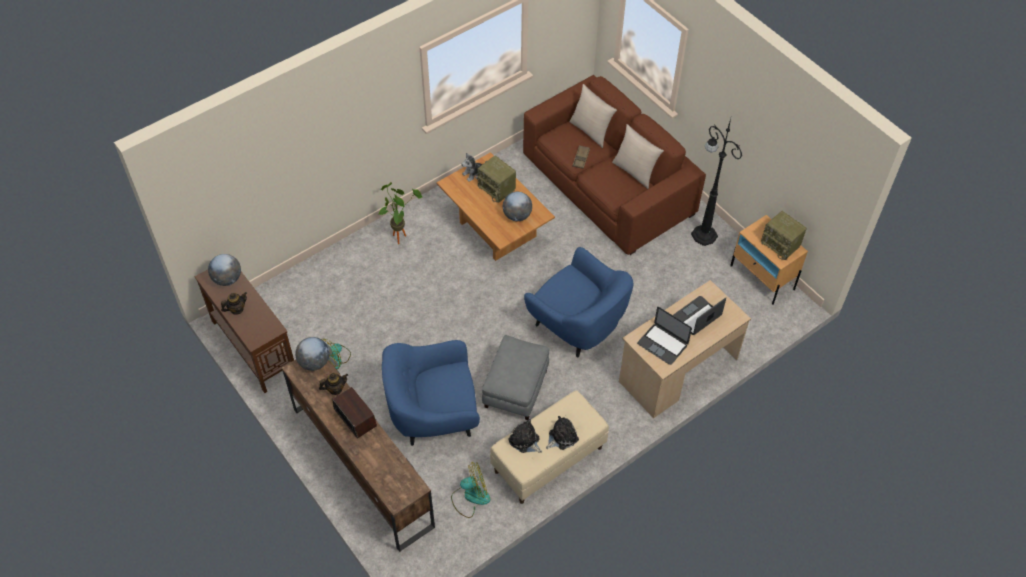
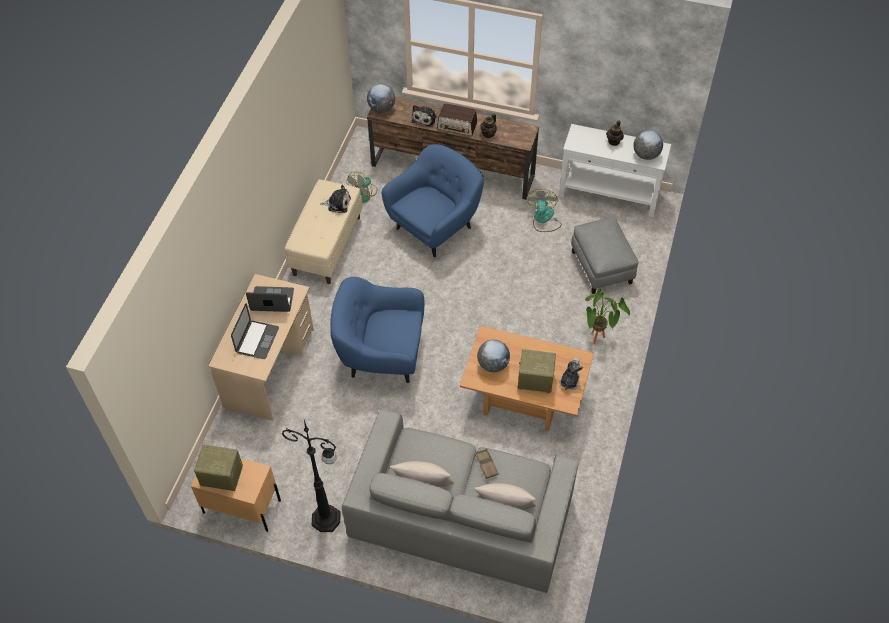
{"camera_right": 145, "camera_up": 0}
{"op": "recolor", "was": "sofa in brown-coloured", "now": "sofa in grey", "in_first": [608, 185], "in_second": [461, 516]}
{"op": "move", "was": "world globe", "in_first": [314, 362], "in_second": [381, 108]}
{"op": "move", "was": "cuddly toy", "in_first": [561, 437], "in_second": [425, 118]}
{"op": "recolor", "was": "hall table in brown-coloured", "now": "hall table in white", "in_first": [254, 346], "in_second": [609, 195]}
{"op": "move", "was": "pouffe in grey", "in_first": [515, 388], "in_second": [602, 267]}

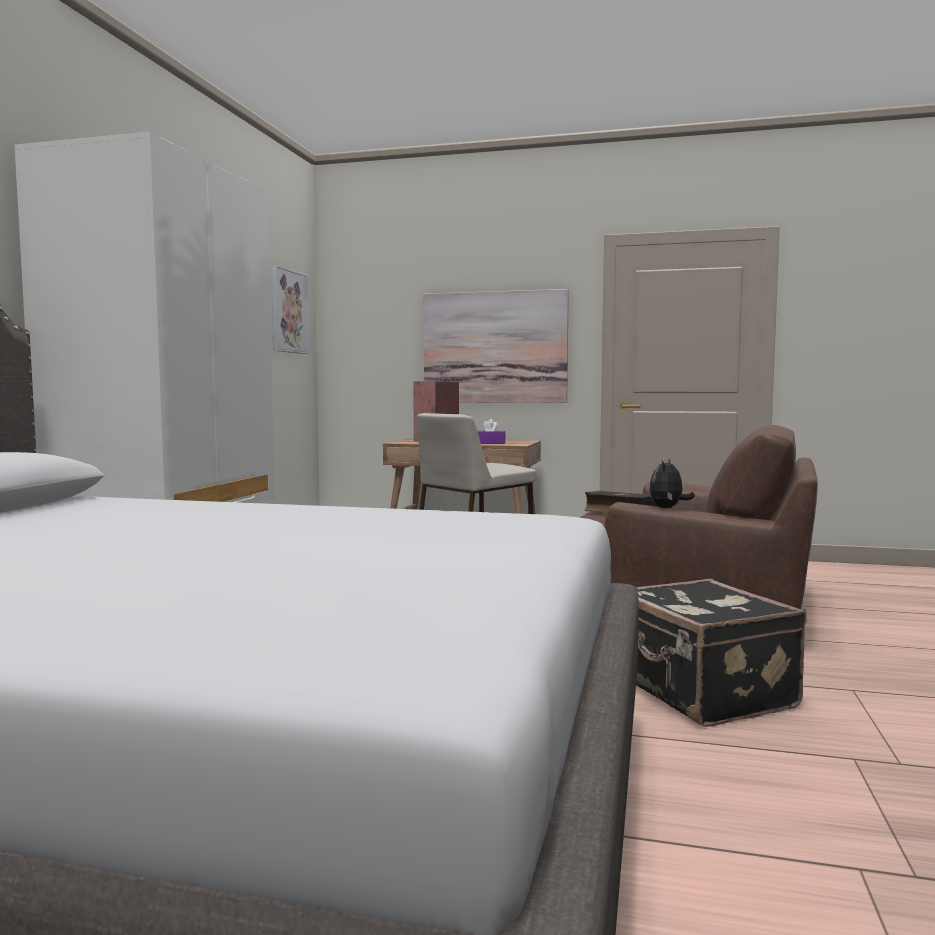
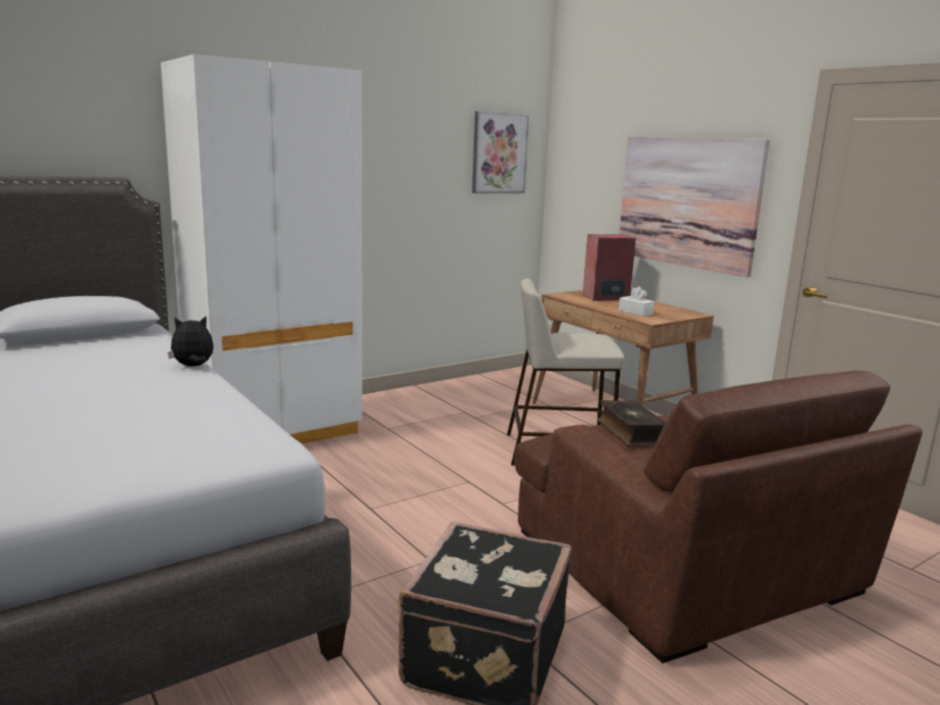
{"camera_right": 40, "camera_up": 10}
{"op": "move", "was": "cuddly toy", "in_first": [668, 508], "in_second": [193, 366]}
{"op": "recolor", "was": "tissue holder in purple", "now": "tissue holder in white", "in_first": [490, 443], "in_second": [635, 312]}

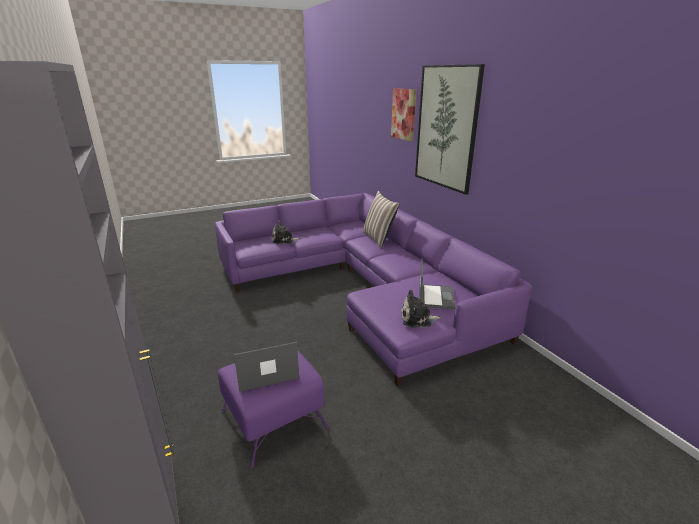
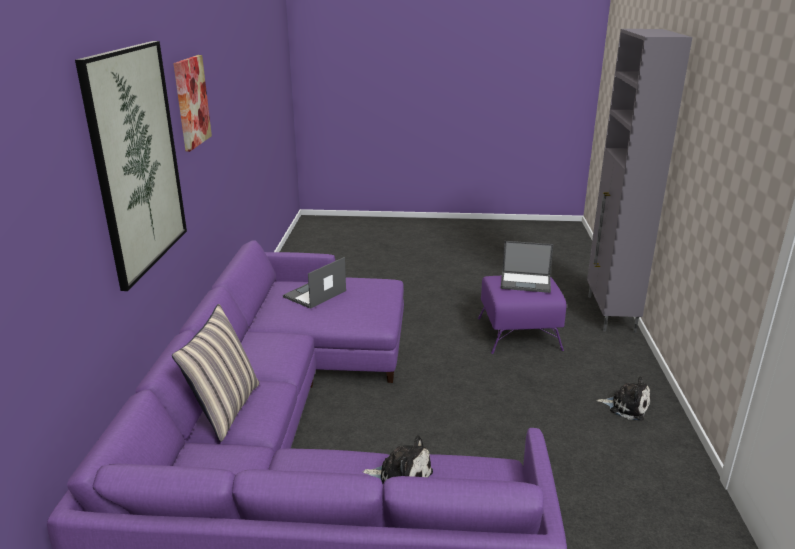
{"camera_right": -150, "camera_up": 0}
{"op": "move", "was": "wall art", "in_first": [404, 114], "in_second": [191, 102]}
{"op": "move", "was": "cuddly toy", "in_first": [417, 319], "in_second": [626, 406]}

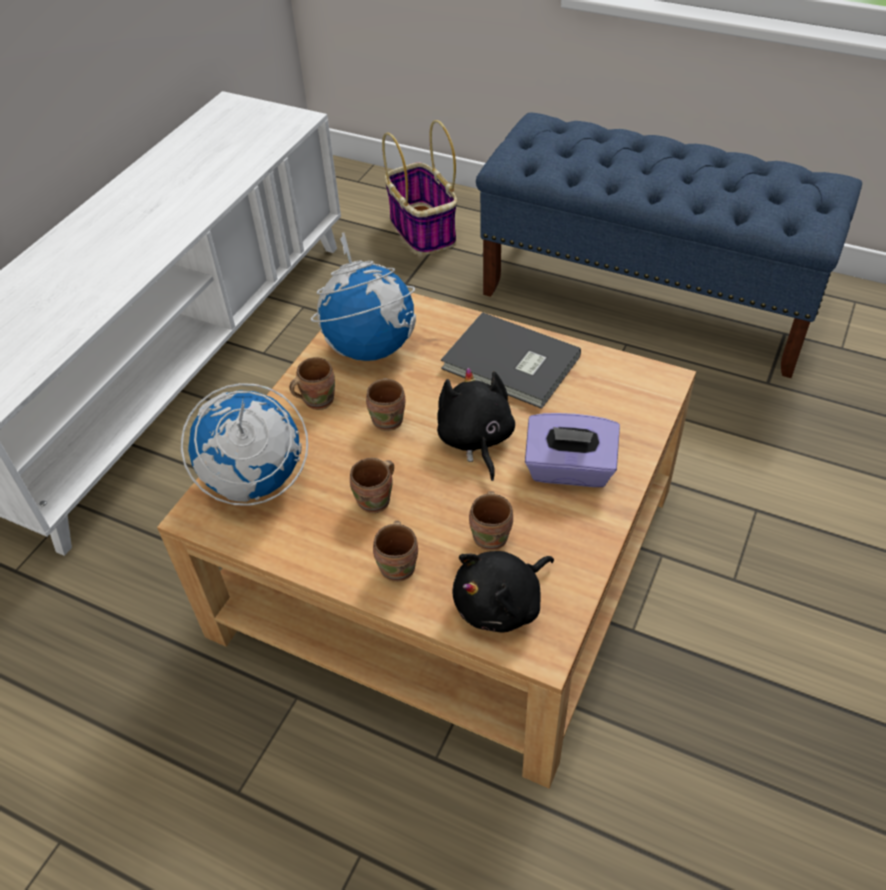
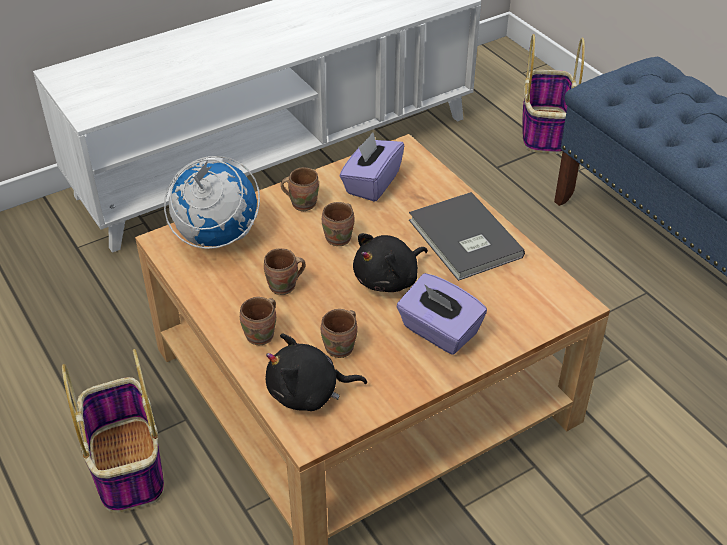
{"camera_right": 30, "camera_up": -5}
{"op": "insert", "now": "basket", "in_second": [126, 464]}
{"op": "replace", "was": "world globe", "now": "tissue holder in purple", "in_first": [370, 347], "in_second": [371, 183]}
{"op": "rotate", "was": "cuddly toy in blackish", "in_first": [475, 440], "in_second": [389, 279], "clockwise": -150}

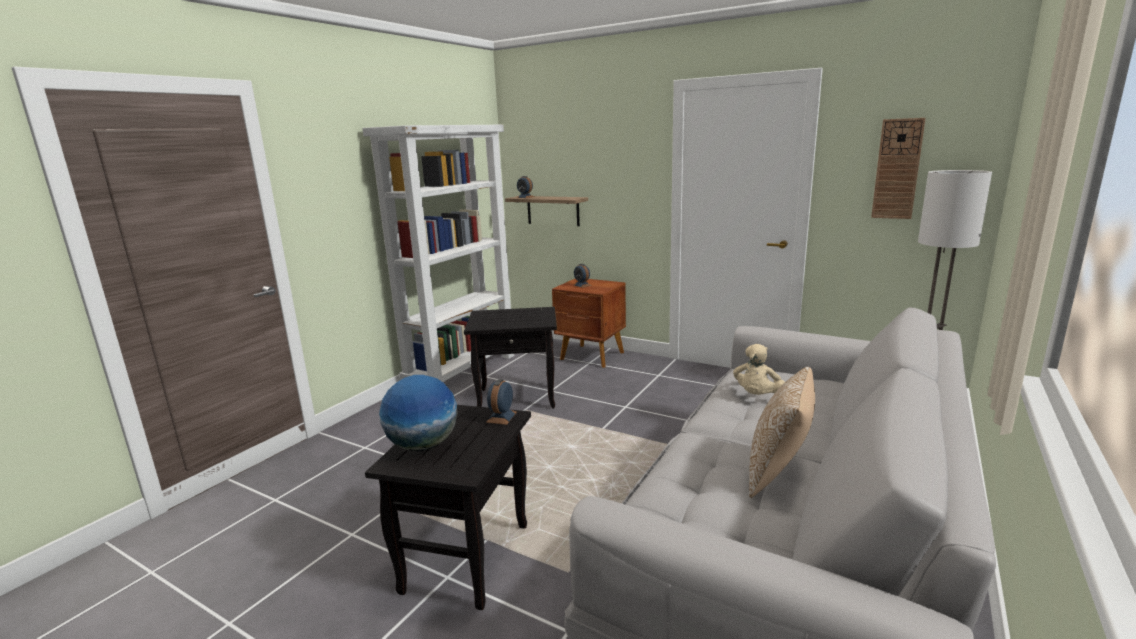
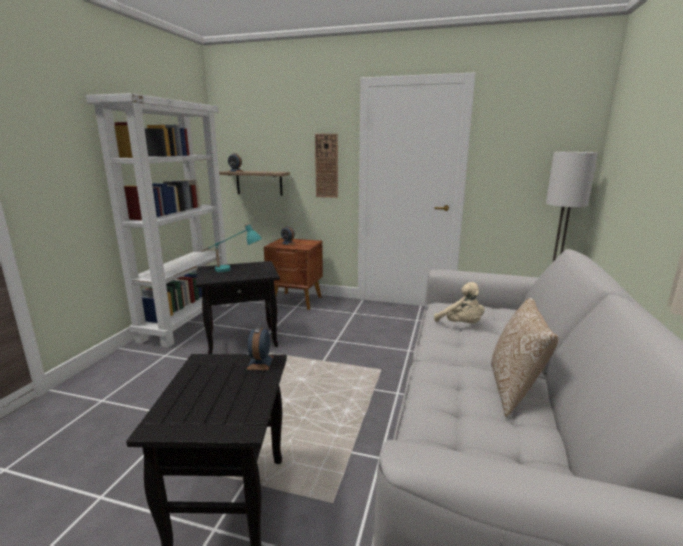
{"camera_right": -15, "camera_up": 0}
{"op": "insert", "now": "table lamp in blue-green", "in_second": [232, 271]}
{"op": "move", "was": "hanging clock", "in_first": [897, 169], "in_second": [326, 166]}
{"op": "rotate", "was": "cuddly toy in beige-coloured", "in_first": [757, 396], "in_second": [461, 325], "clockwise": -45}
{"op": "delete", "was": "world globe", "in_first": [423, 445]}

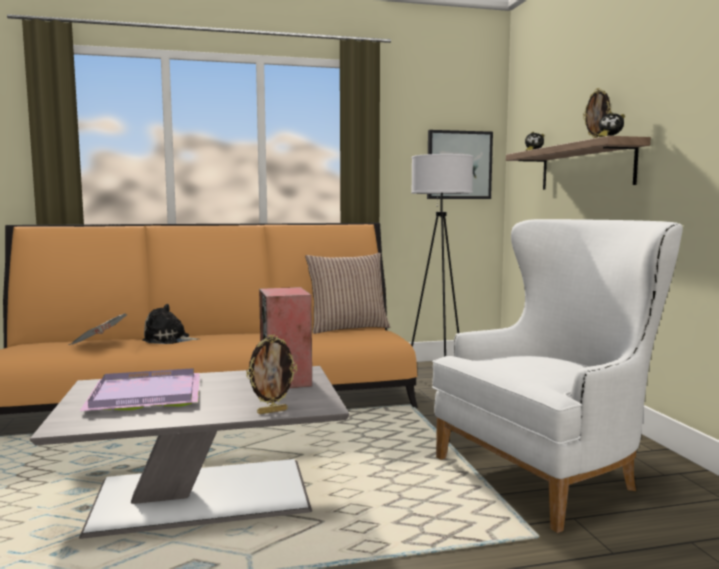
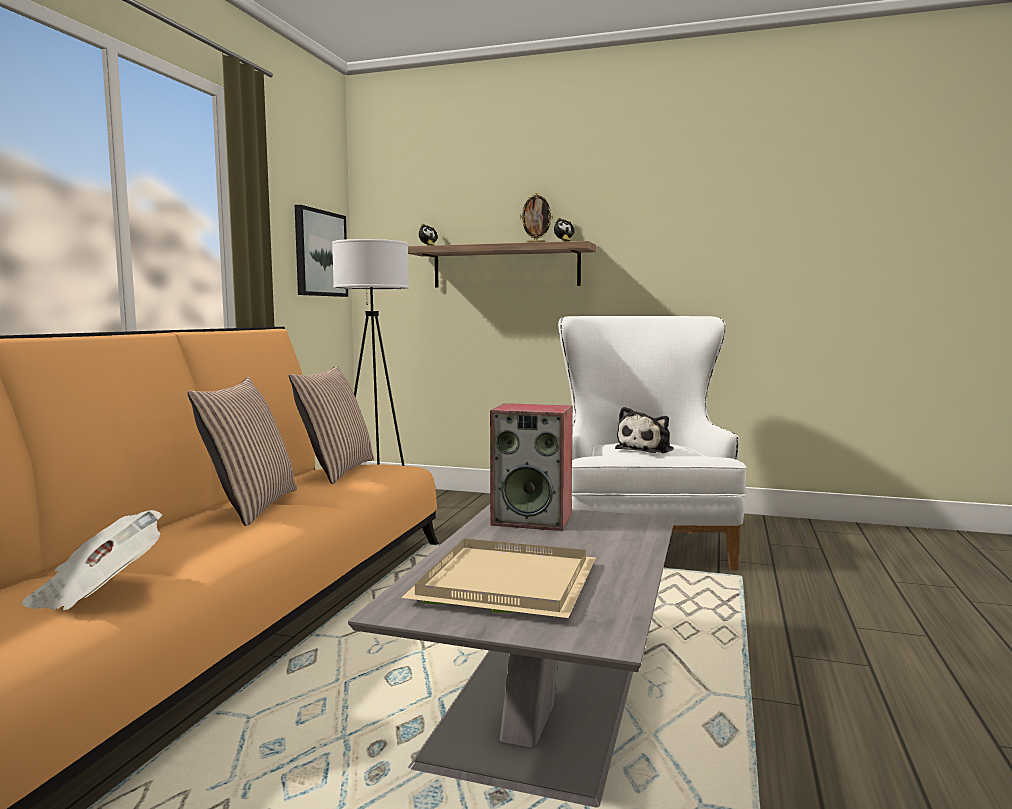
{"camera_right": -60, "camera_up": 0}
{"op": "insert", "now": "pillow", "in_second": [250, 506]}
{"op": "recolor", "was": "tray in purple", "now": "tray in beige-coloured", "in_first": [148, 395], "in_second": [509, 582]}
{"op": "move", "was": "cuddly toy", "in_first": [169, 340], "in_second": [646, 449]}
{"op": "delete", "was": "picture frame", "in_first": [272, 411]}

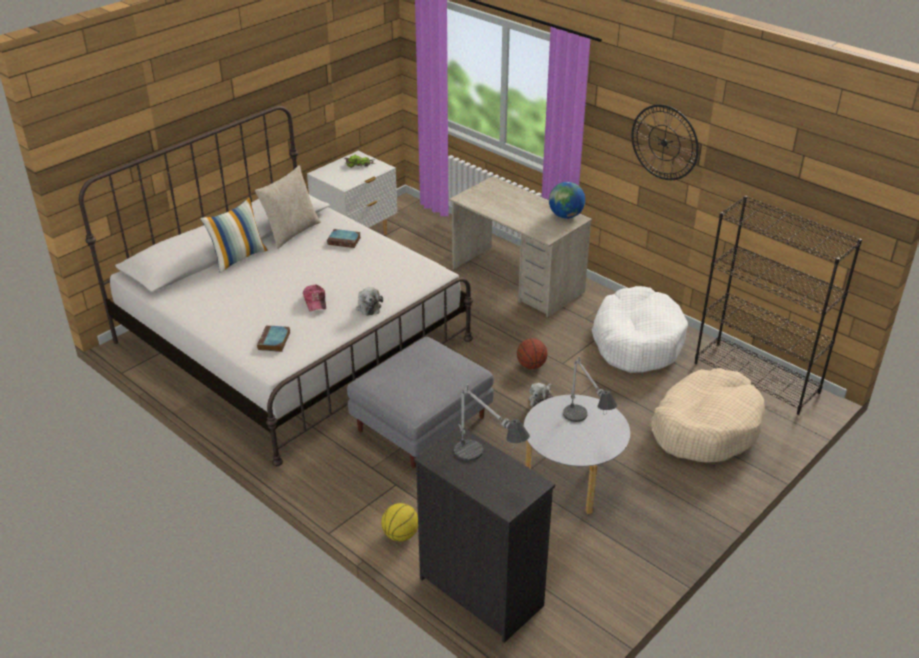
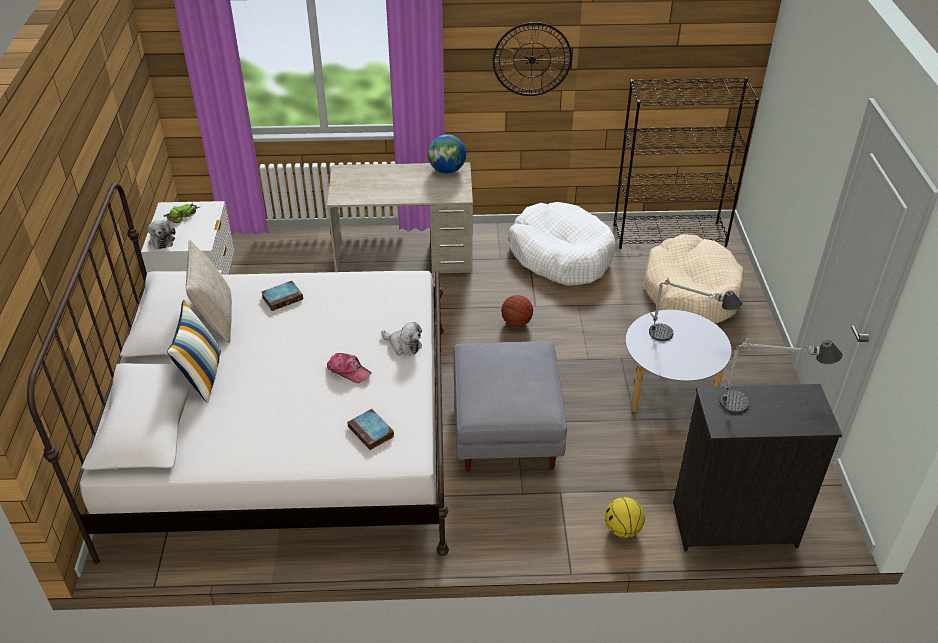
{"camera_right": -45, "camera_up": 5}
{"op": "move", "was": "cuddly toy", "in_first": [541, 401], "in_second": [162, 239]}

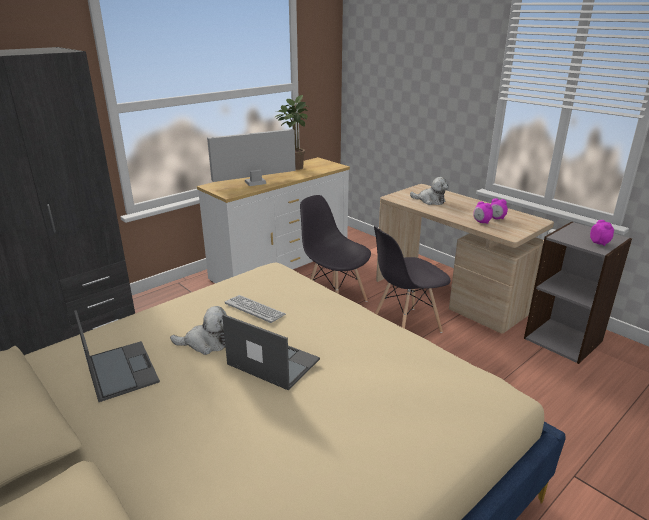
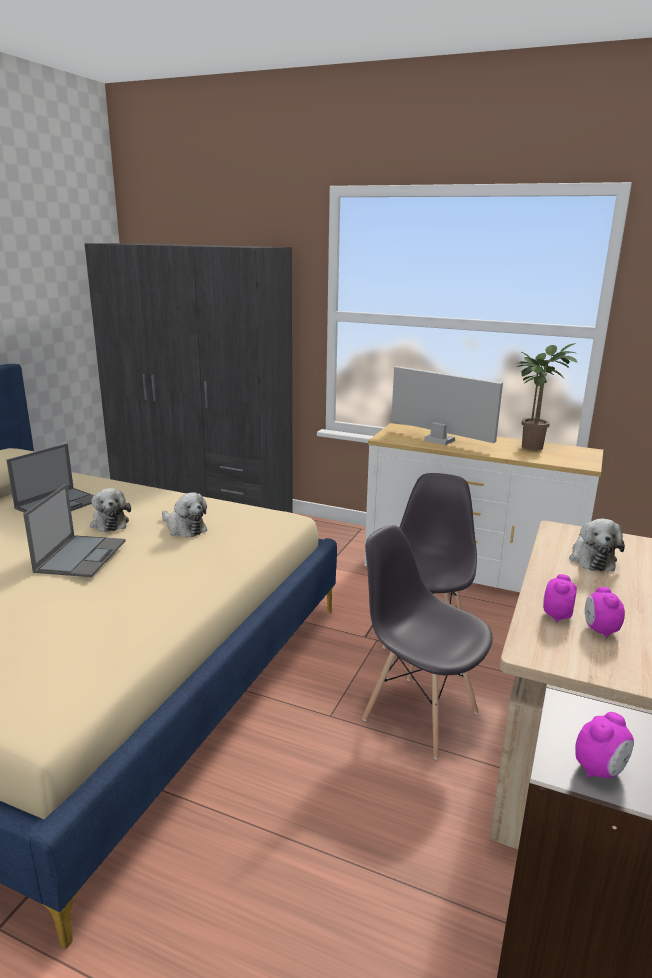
{"camera_right": 65, "camera_up": -5}
{"op": "replace", "was": "keyboard", "now": "cuddly toy", "in_first": [255, 309], "in_second": [184, 528]}

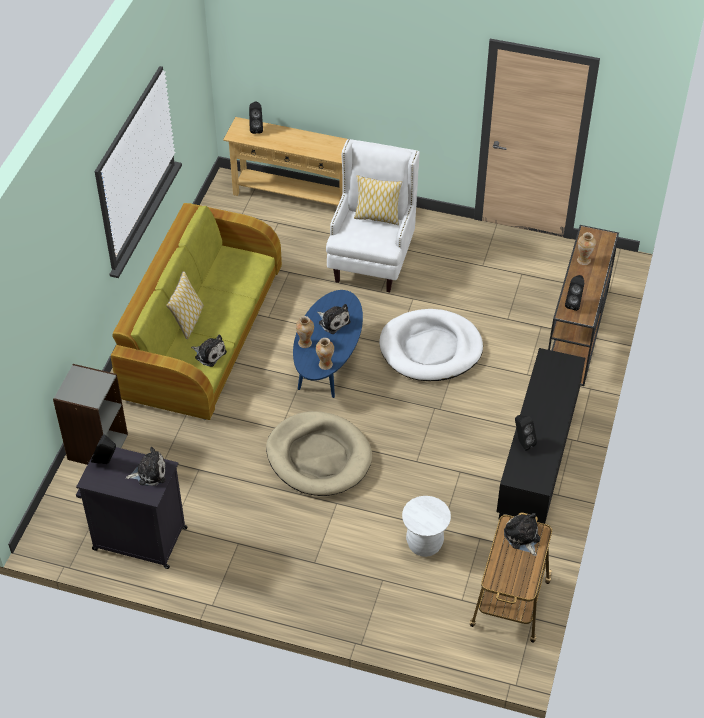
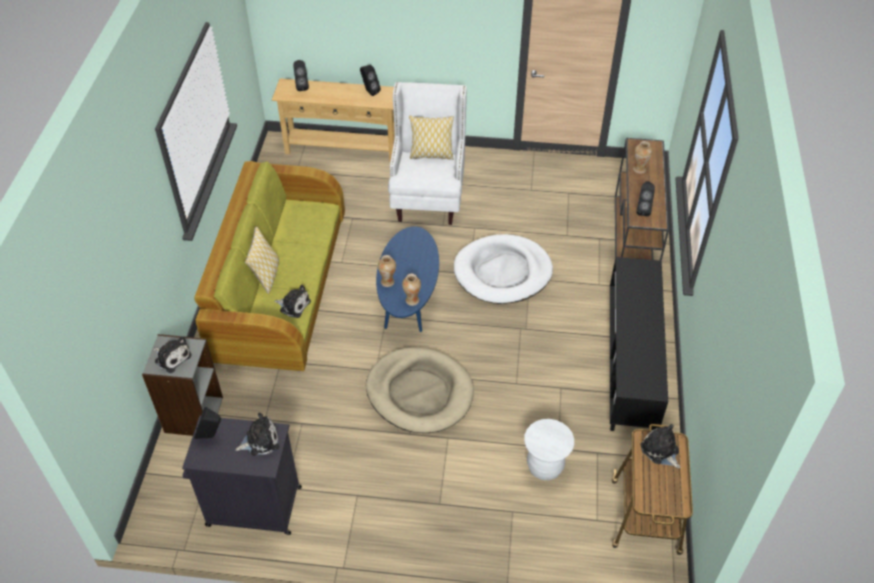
{"camera_right": -10, "camera_up": 0}
{"op": "move", "was": "cuddly toy", "in_first": [333, 321], "in_second": [172, 357]}
{"op": "move", "was": "speaker in blackish", "in_first": [522, 442], "in_second": [369, 92]}

